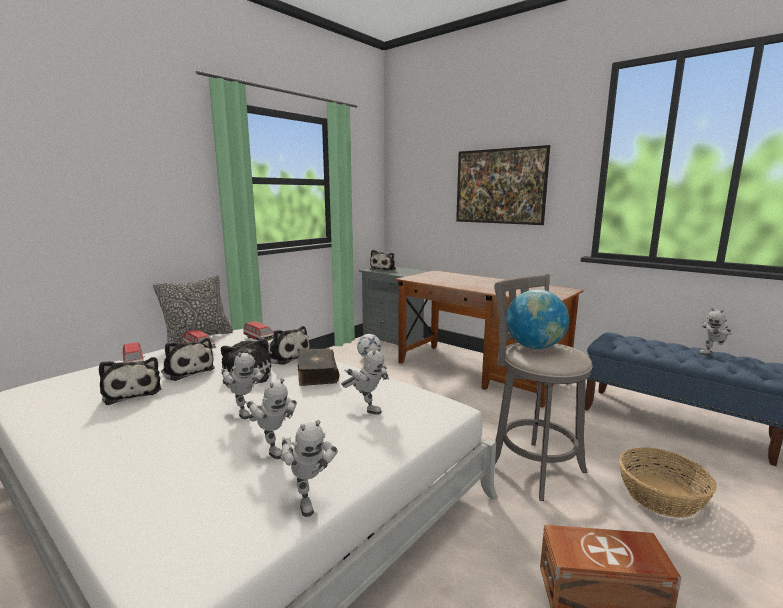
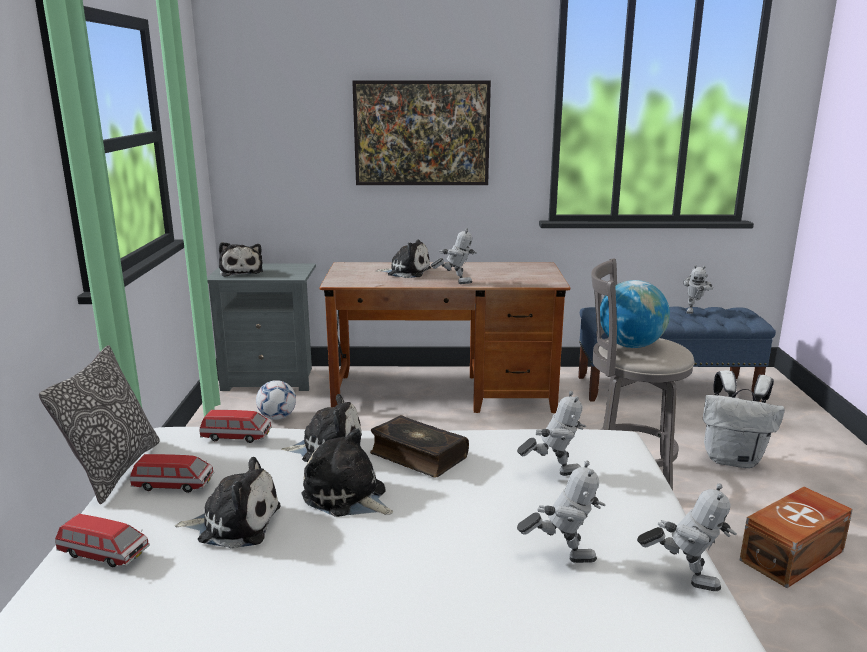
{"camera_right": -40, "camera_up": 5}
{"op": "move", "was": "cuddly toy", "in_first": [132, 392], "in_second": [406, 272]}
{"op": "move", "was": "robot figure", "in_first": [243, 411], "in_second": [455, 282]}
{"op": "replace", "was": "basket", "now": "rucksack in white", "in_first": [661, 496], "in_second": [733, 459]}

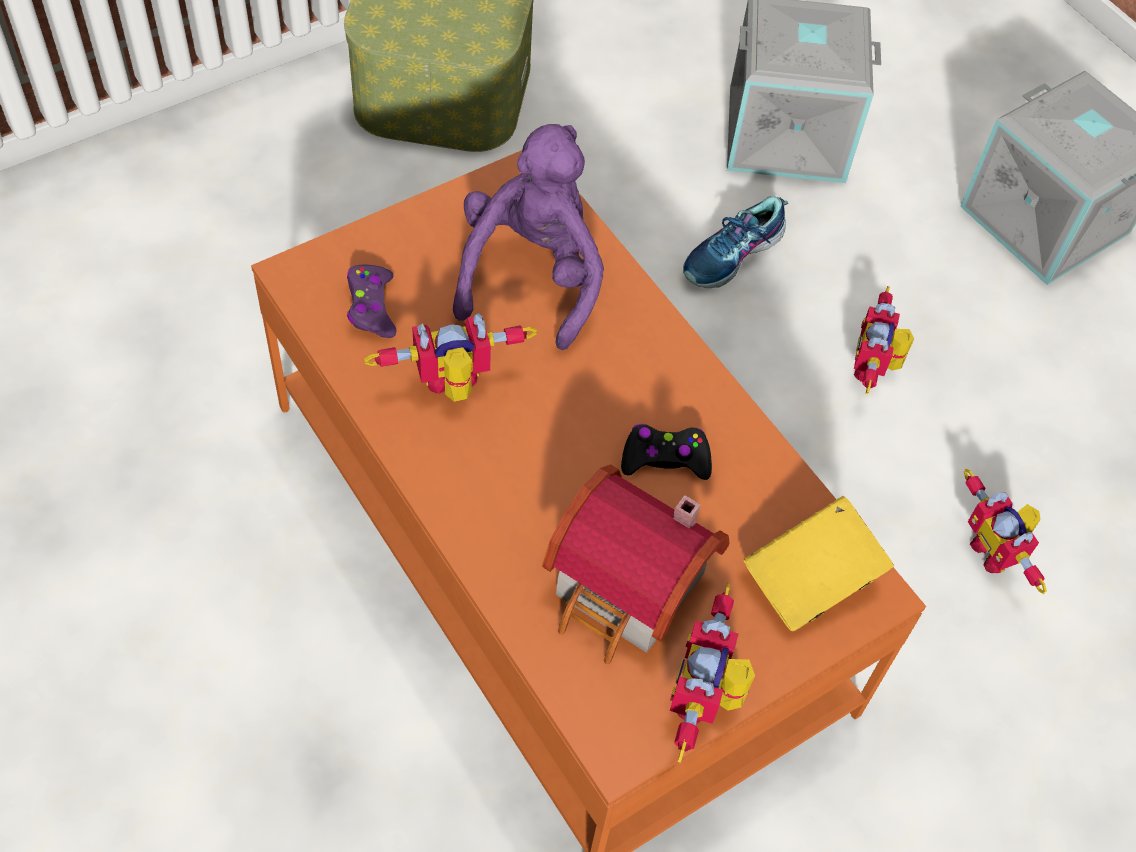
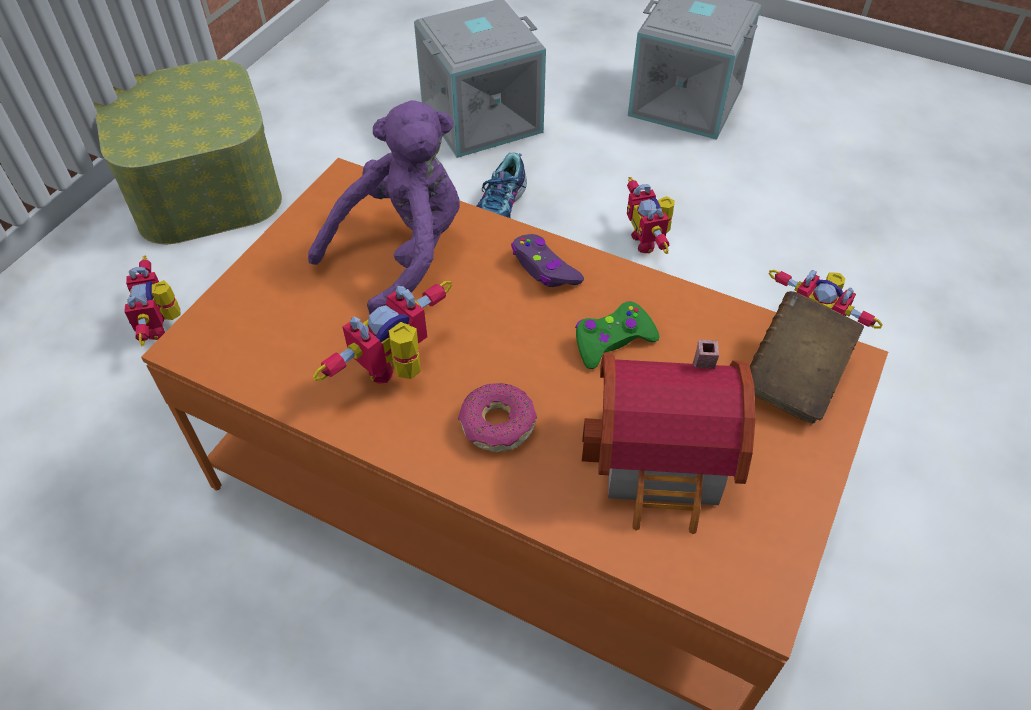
{"camera_right": -25, "camera_up": -5}
{"op": "move", "was": "robot figure", "in_first": [706, 700], "in_second": [163, 325]}
{"op": "rotate", "was": "cuddly toy in purple", "in_first": [531, 276], "in_second": [402, 254], "clockwise": 60}
{"op": "insert", "now": "donut", "in_second": [497, 424]}
{"op": "move", "was": "gamepad in purple", "in_first": [371, 307], "in_second": [544, 269]}
{"op": "recolor", "was": "gamepad in blackish", "now": "gamepad in green-coloured", "in_first": [665, 458], "in_second": [612, 341]}
{"op": "recolor", "was": "book in yellowish", "now": "book in brown-coloured", "in_first": [811, 580], "in_second": [794, 376]}

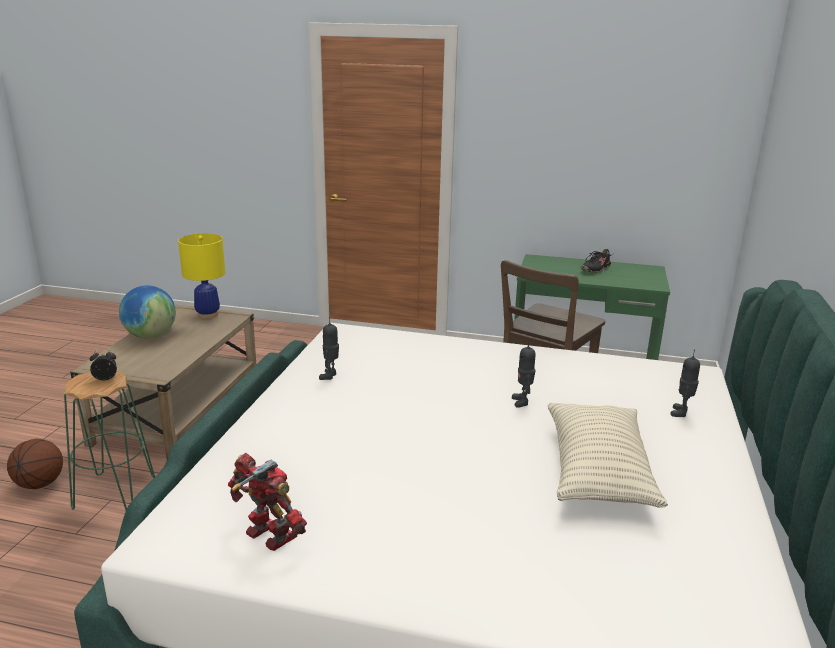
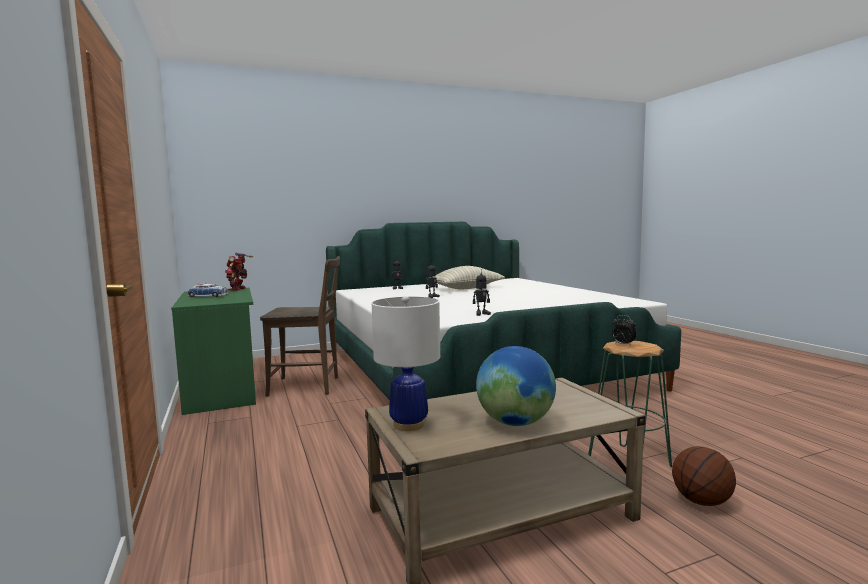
{"camera_right": -125, "camera_up": -15}
{"op": "replace", "was": "low shoe in blackish", "now": "miniature car", "in_first": [595, 269], "in_second": [208, 296]}
{"op": "move", "was": "robot figure", "in_first": [268, 537], "in_second": [238, 289]}
{"op": "recolor", "was": "table lamp in yellowish", "now": "table lamp in white", "in_first": [208, 314], "in_second": [408, 424]}

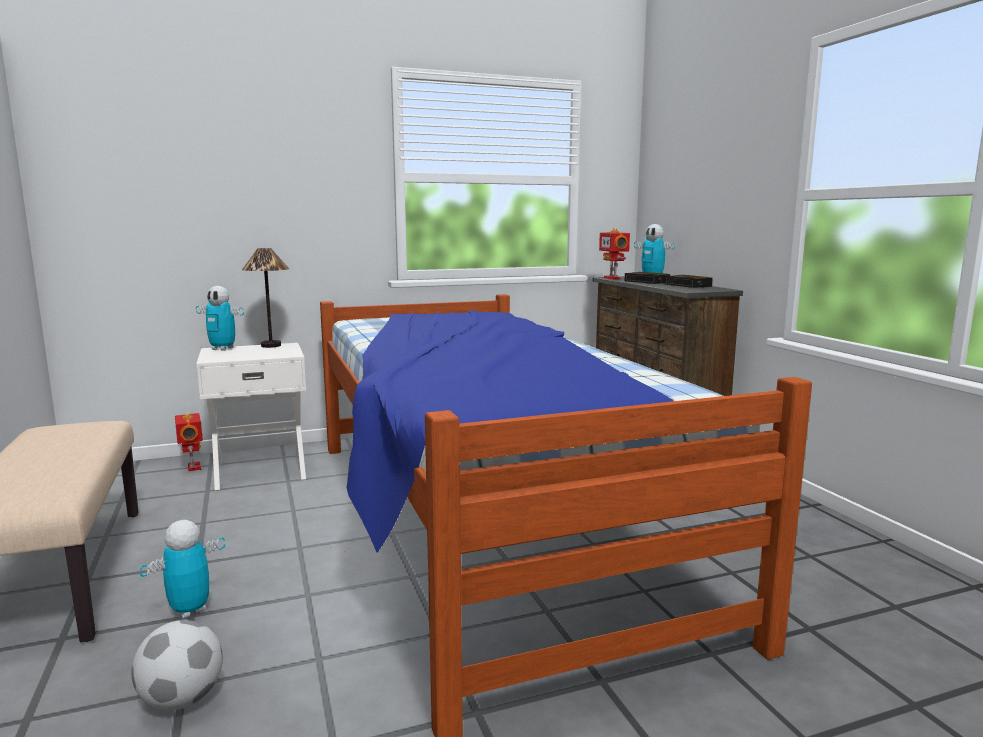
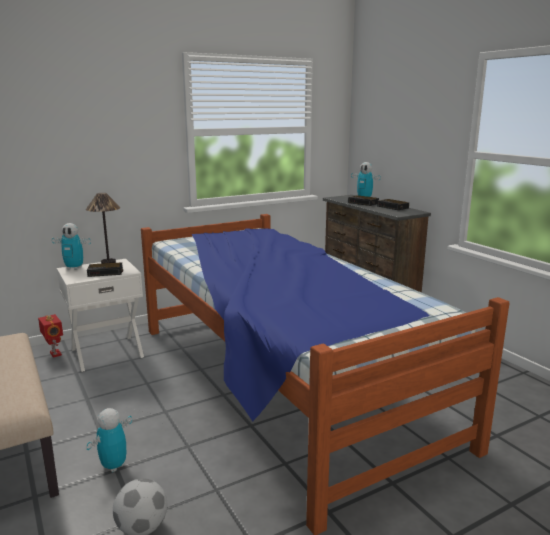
{"camera_right": -10, "camera_up": 5}
{"op": "insert", "now": "bedside clock", "in_second": [106, 272]}
{"op": "delete", "was": "robot figure", "in_first": [612, 278]}

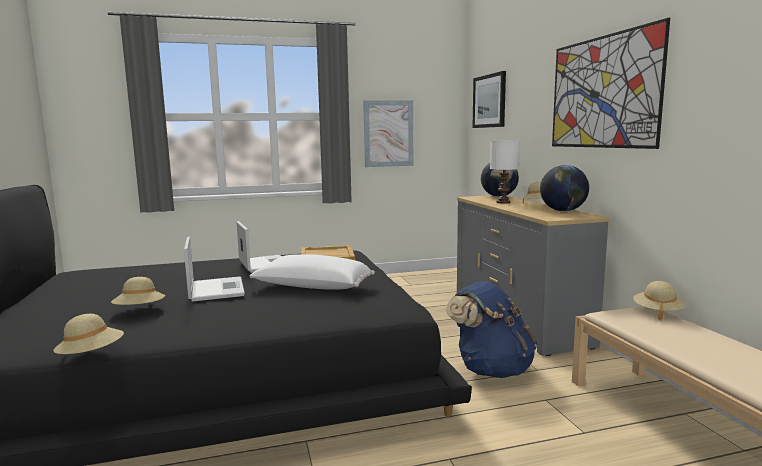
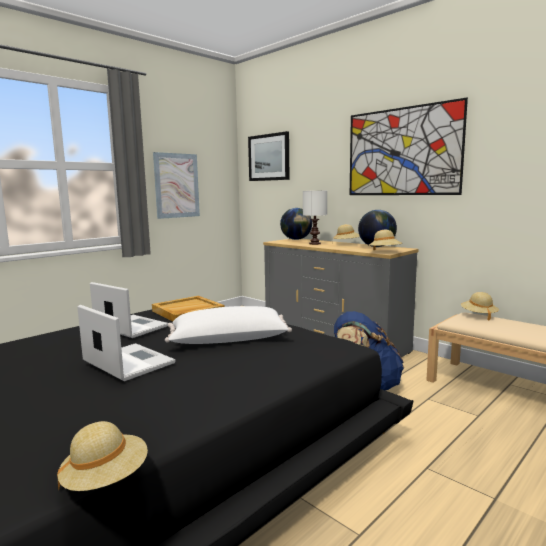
{"camera_right": -30, "camera_up": 0}
{"op": "move", "was": "clothing hat in beige-coloured", "in_first": [140, 310], "in_second": [385, 252]}

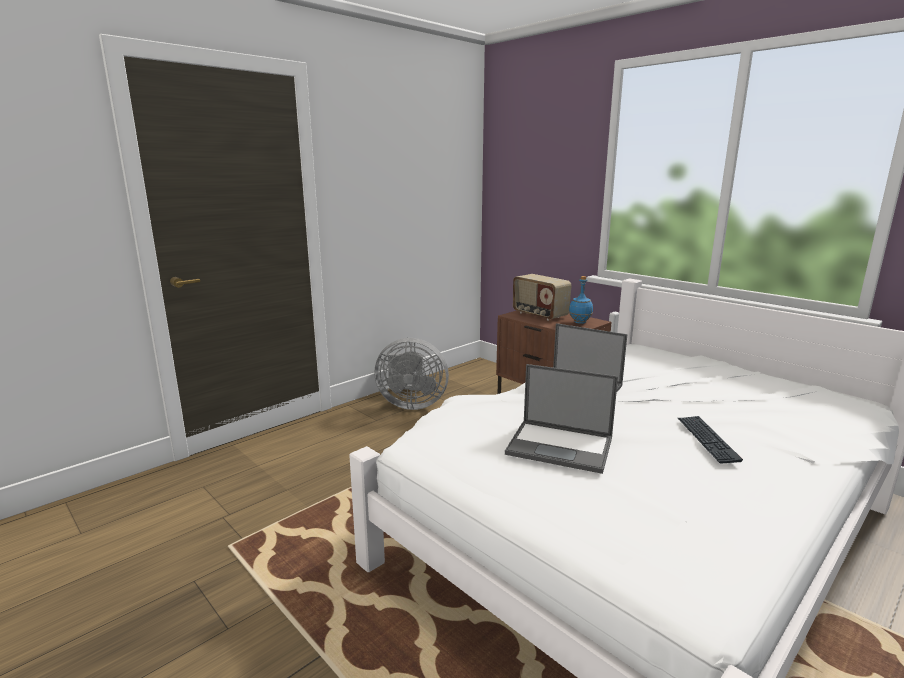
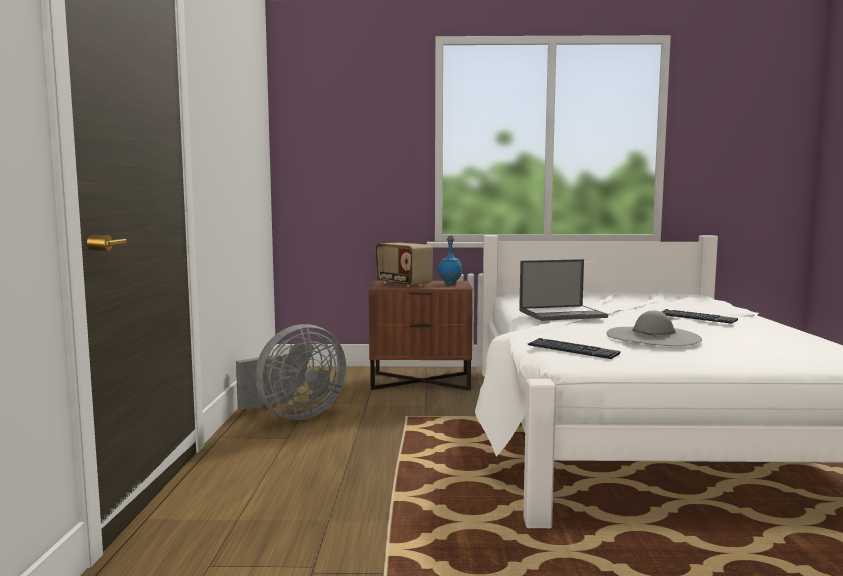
{"camera_right": -45, "camera_up": -10}
{"op": "rotate", "was": "radio receiver", "in_first": [539, 315], "in_second": [403, 284], "clockwise": 45}
{"op": "insert", "now": "keyboard", "in_second": [572, 350]}
{"op": "replace", "was": "notebook computer", "now": "clothing hat in grey", "in_first": [561, 446], "in_second": [653, 336]}

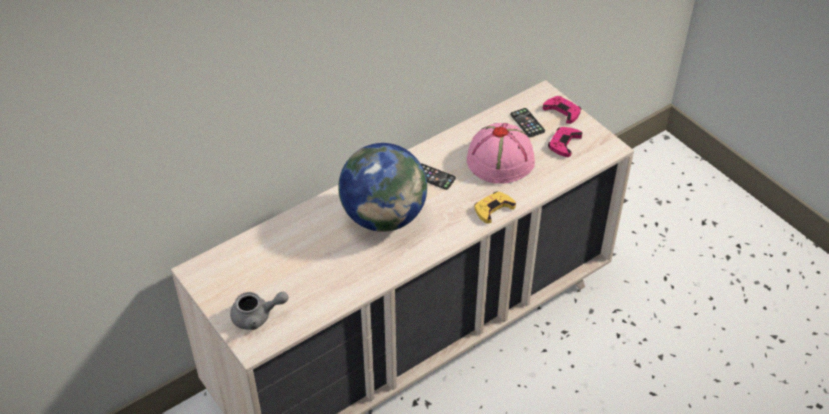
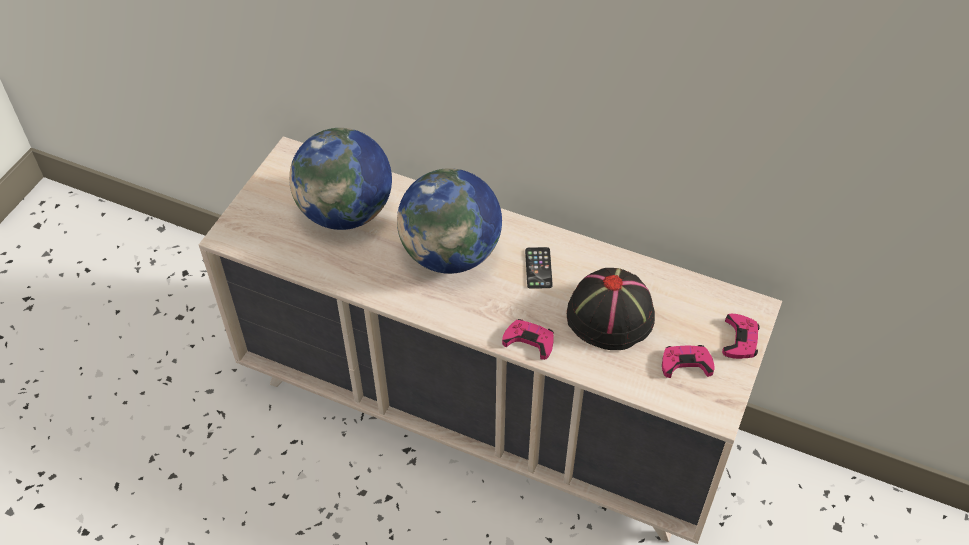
{"camera_right": 60, "camera_up": 5}
{"op": "insert", "now": "world globe", "in_second": [346, 212]}
{"op": "recolor", "was": "gamepad in yellowish", "now": "gamepad in pink", "in_first": [493, 209], "in_second": [529, 341]}
{"op": "recolor", "was": "clothing hat in pink", "now": "clothing hat in blackish", "in_first": [501, 160], "in_second": [611, 315]}
{"op": "delete", "was": "teapot in grey", "in_first": [257, 317]}
{"op": "delete", "was": "handset", "in_first": [527, 123]}

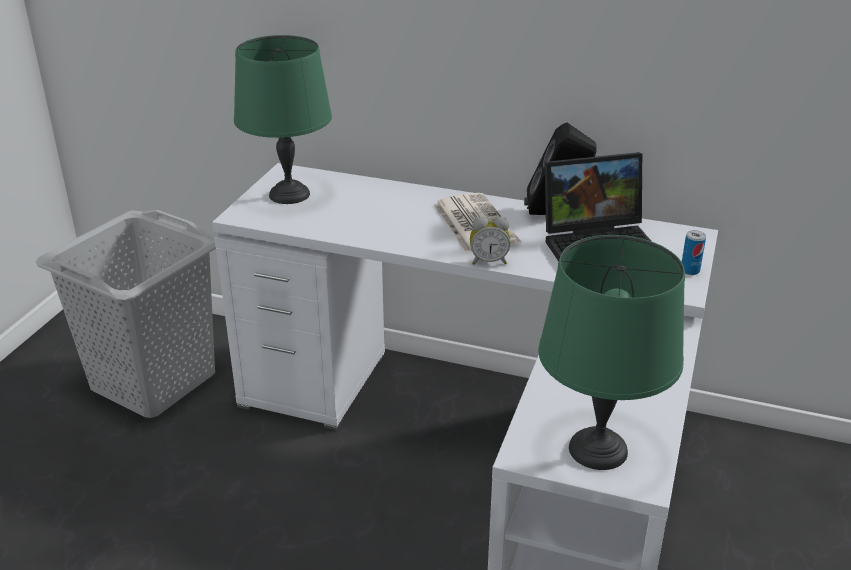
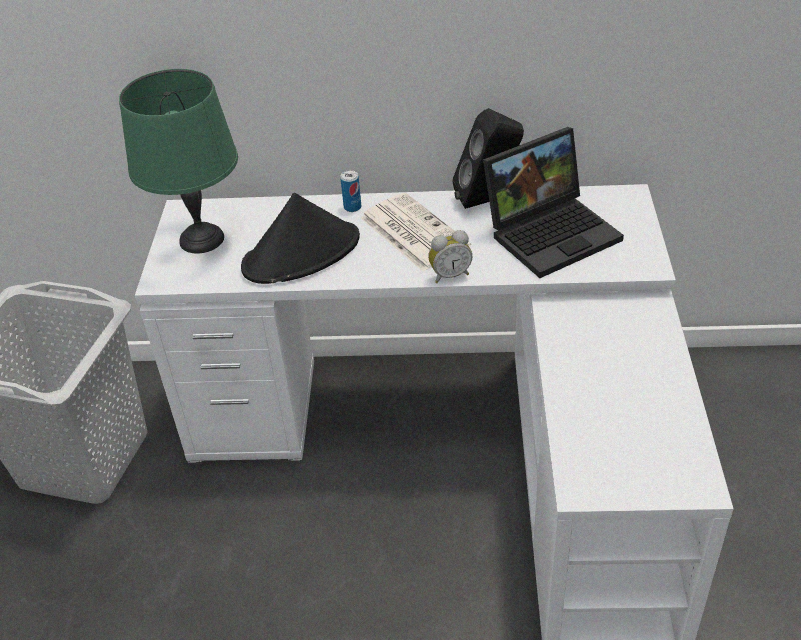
{"camera_right": -15, "camera_up": 10}
{"op": "insert", "now": "clothing hat in blackish", "in_second": [302, 253]}
{"op": "move", "was": "sealed can", "in_first": [690, 270], "in_second": [352, 207]}
{"op": "delete", "was": "table lamp in green-coloured", "in_first": [596, 449]}

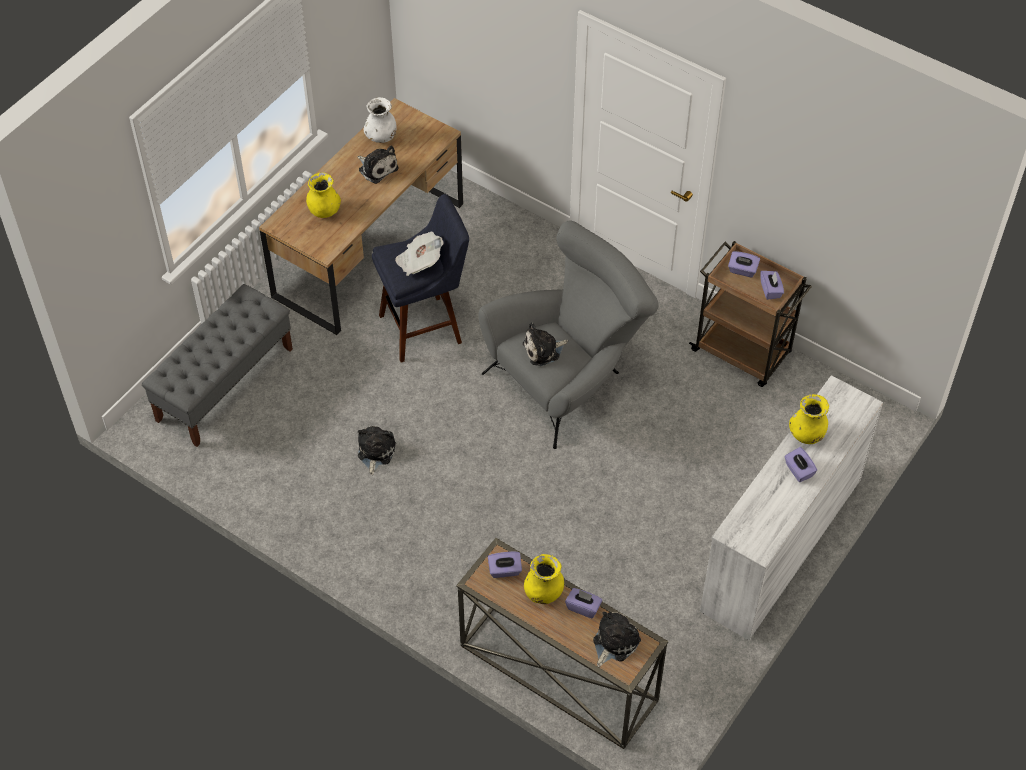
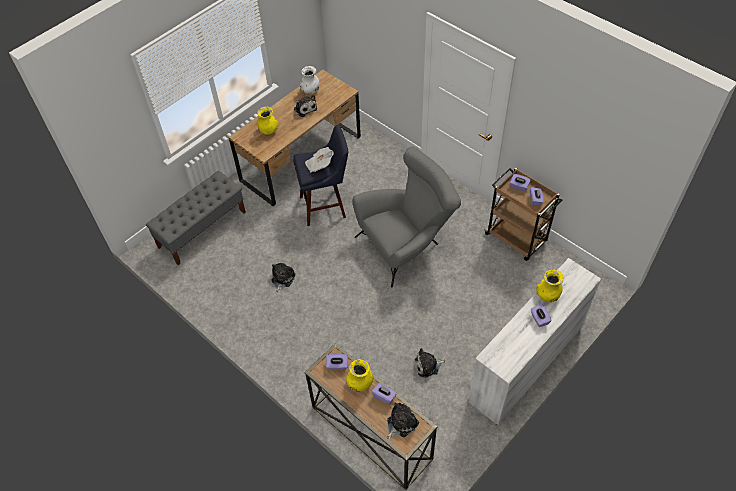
{"camera_right": 10, "camera_up": 0}
{"op": "move", "was": "cuddly toy", "in_first": [543, 350], "in_second": [428, 366]}

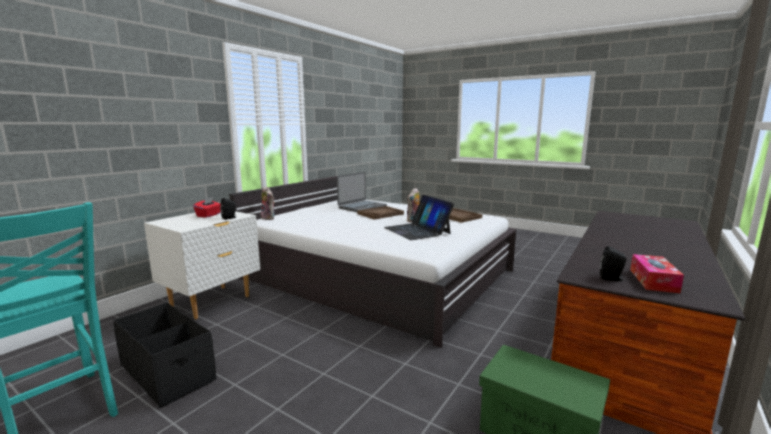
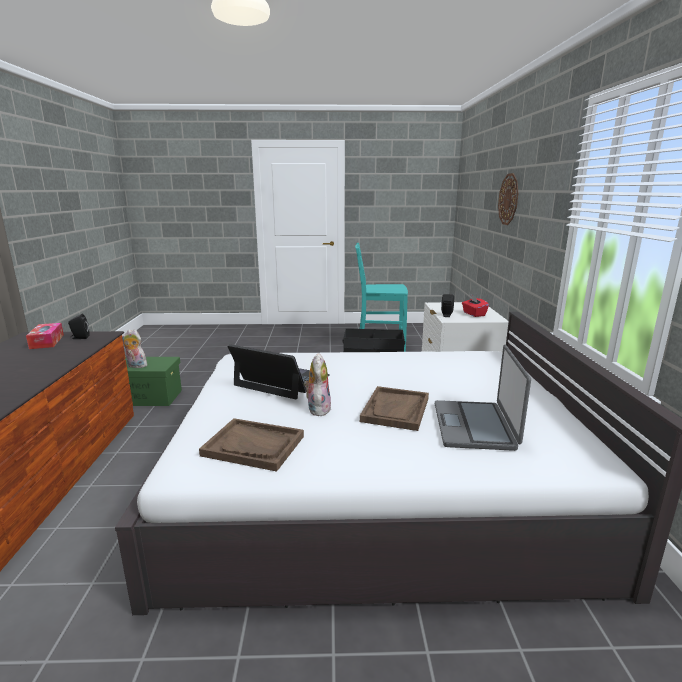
{"camera_right": 145, "camera_up": 5}
{"op": "move", "was": "cuddly toy", "in_first": [269, 218], "in_second": [135, 366]}
{"op": "insert", "now": "hanging clock", "in_second": [508, 199]}

